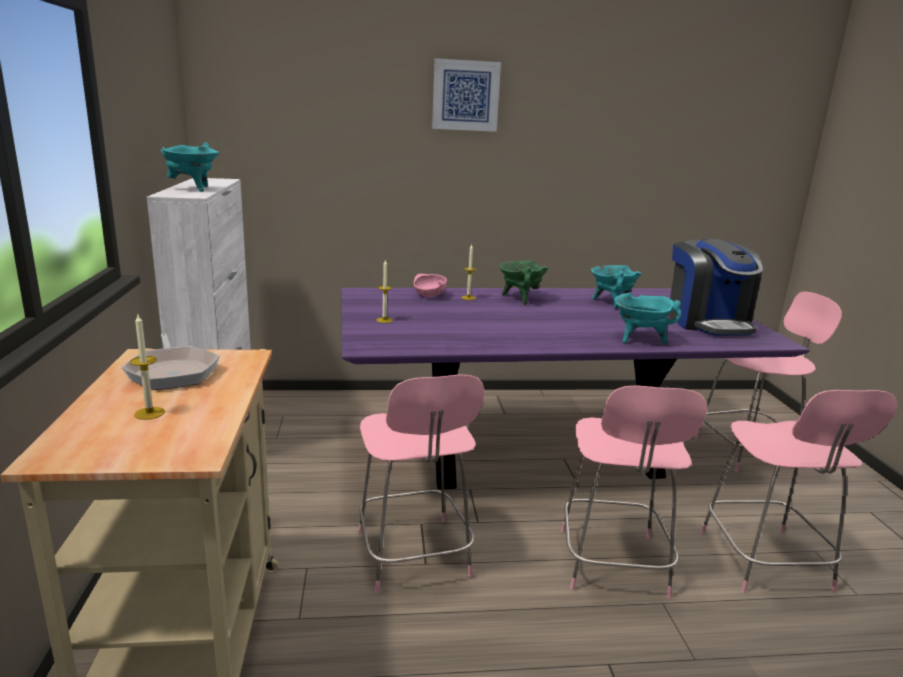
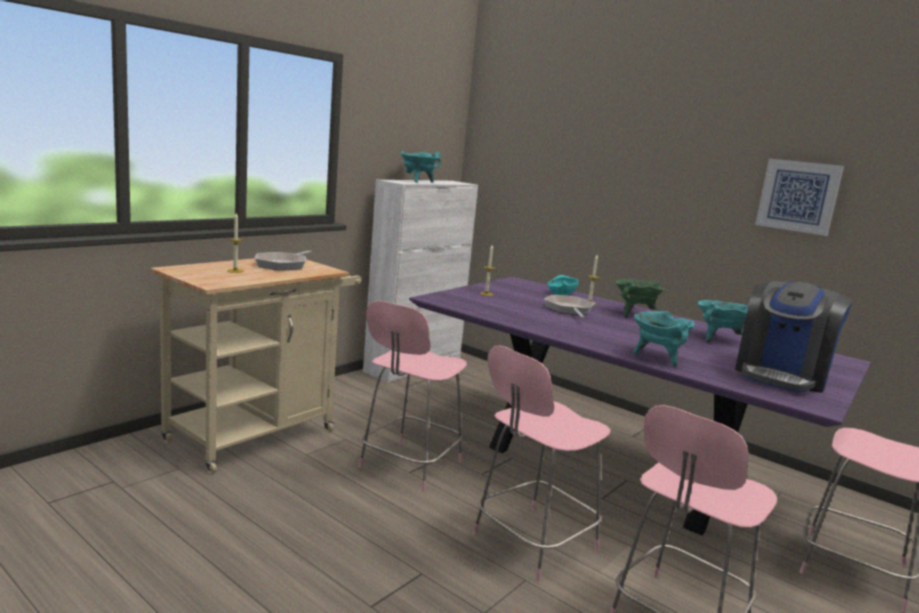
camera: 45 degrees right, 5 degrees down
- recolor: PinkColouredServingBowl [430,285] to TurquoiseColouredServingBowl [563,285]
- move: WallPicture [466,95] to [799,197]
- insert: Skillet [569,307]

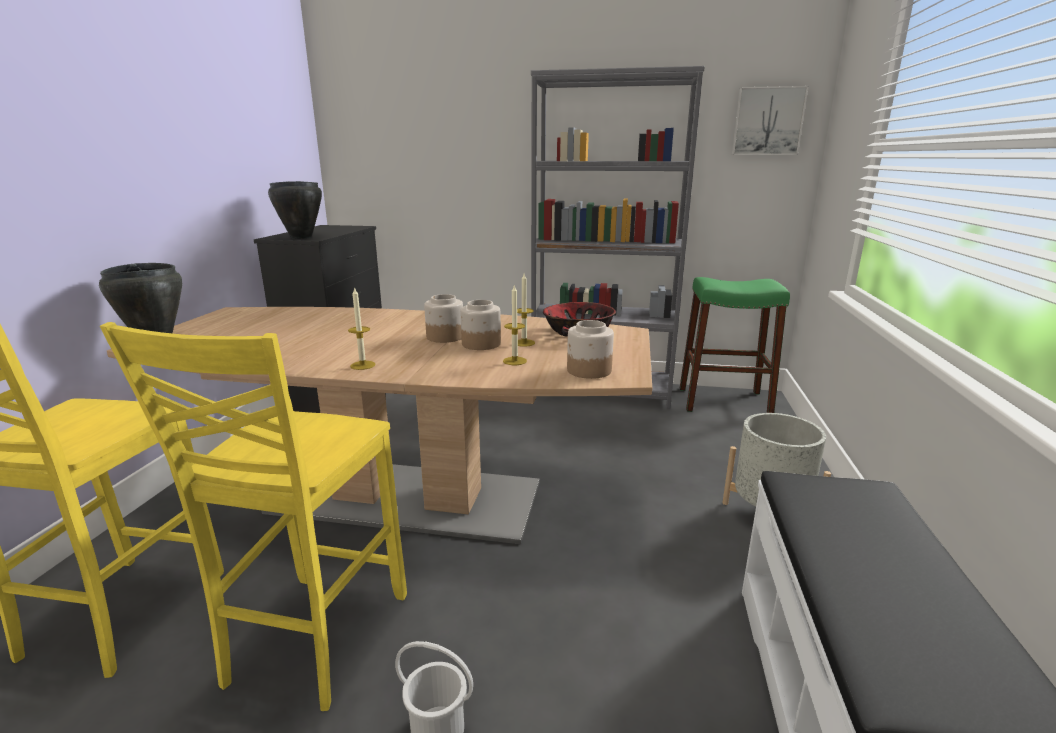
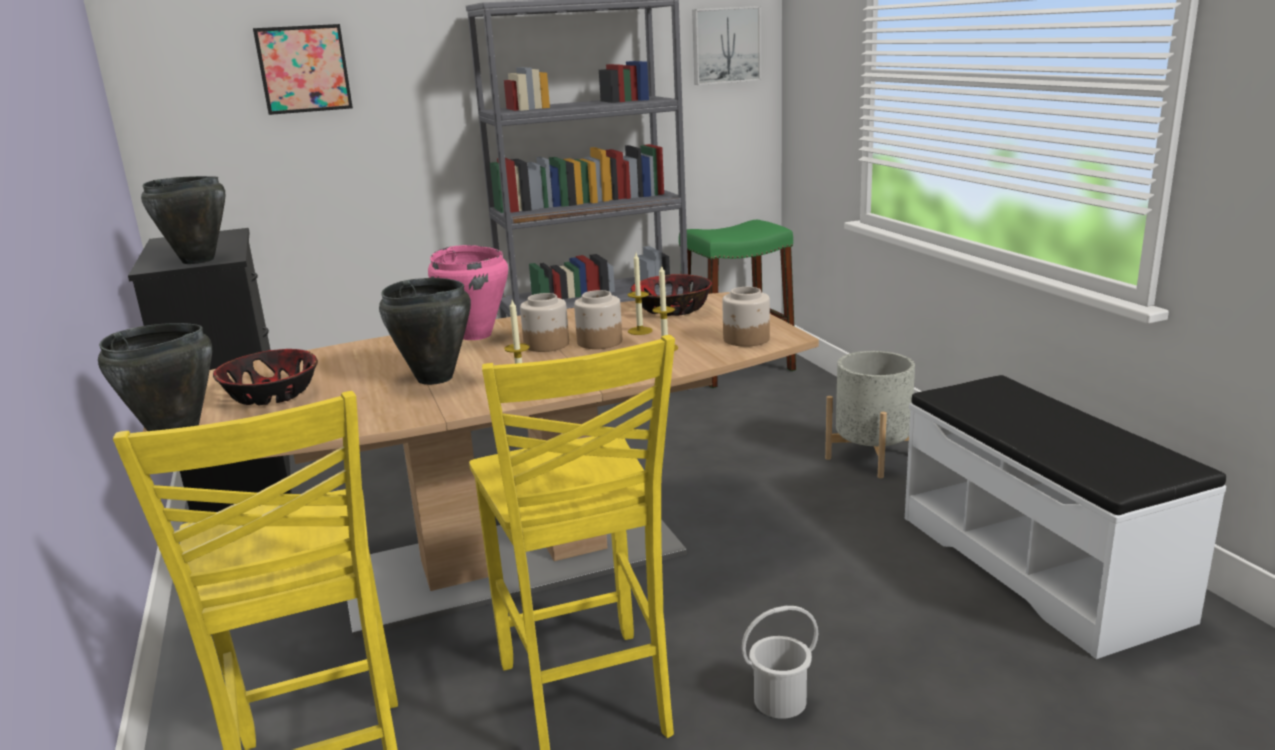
camera: 30 degrees left, 0 degrees up
- insert: ServingBowl [265,377]
- insert: WallPicture [303,69]
- insert: BlackishCookingPot [425,331]
- insert: PinkColouredCookingPot [468,292]

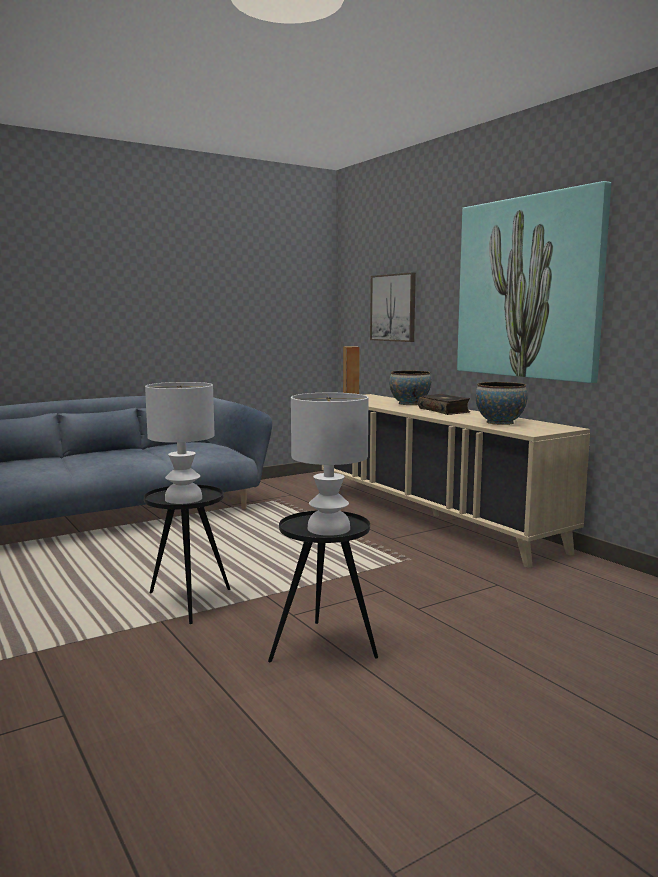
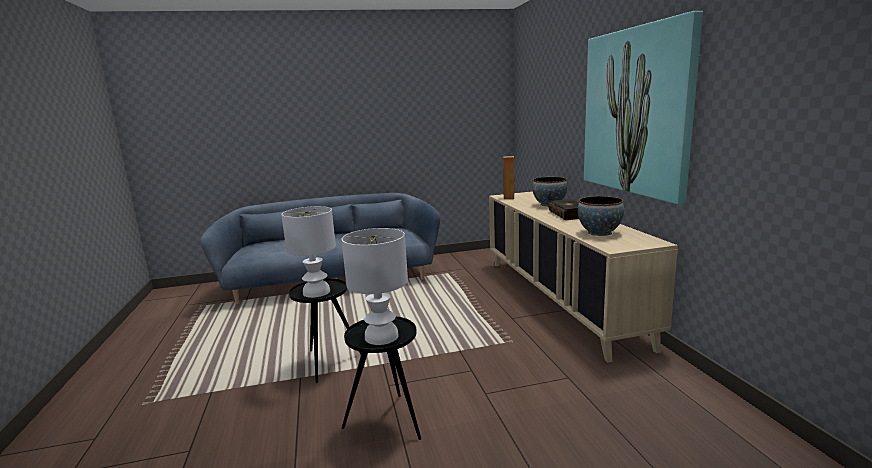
camera: 20 degrees right, 5 degrees up
- delete: WallPicture [393,307]

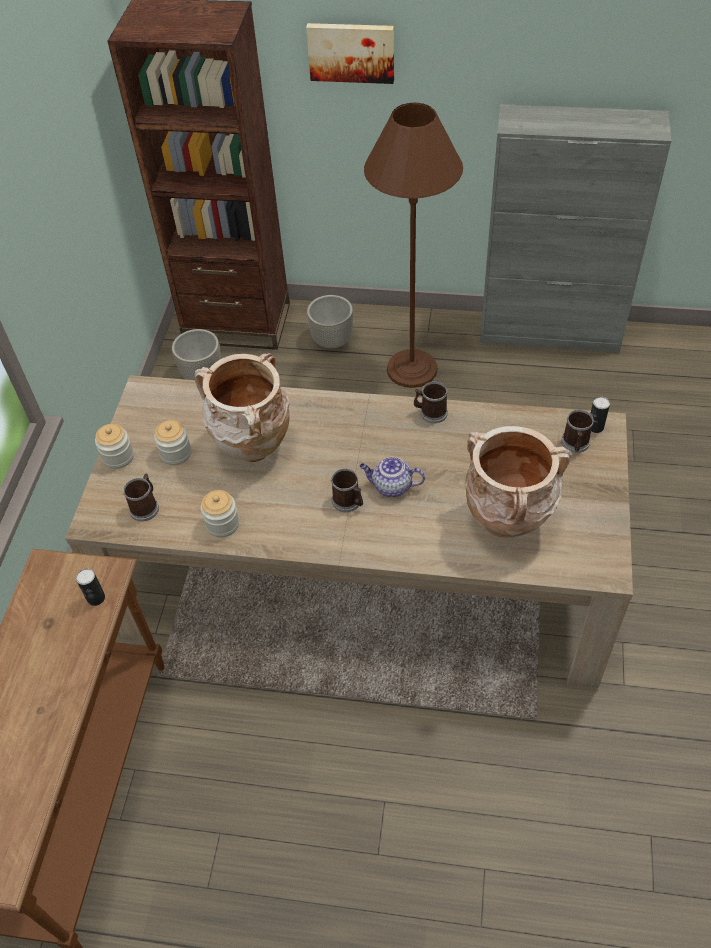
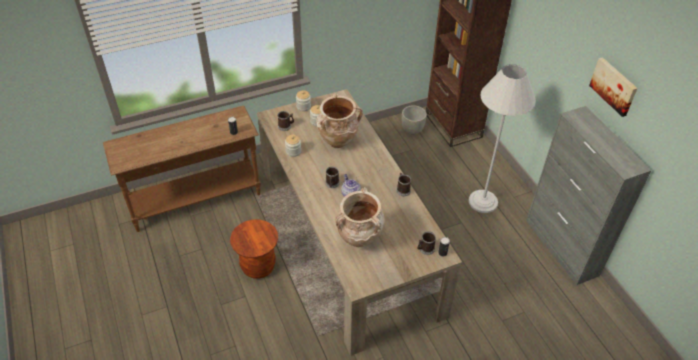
camera: 55 degrees right, 5 degrees down
- move: WallPicture [350,53] to [613,87]
- delete: GreyFlowerPot [330,322]
- recolor: BrownStandardLamp [413,245] to WhiteColouredStandardLamp [502,138]
- insert: BrownSittingStool [254,249]

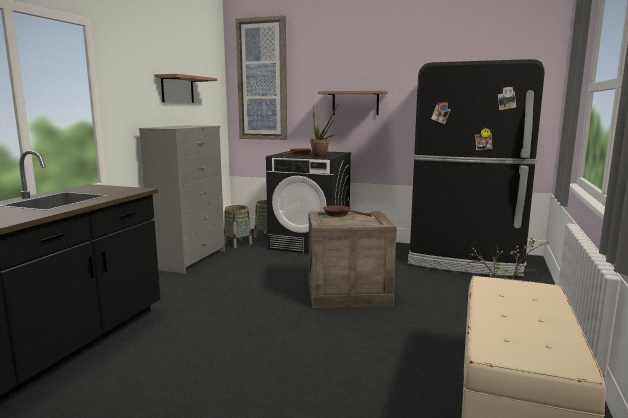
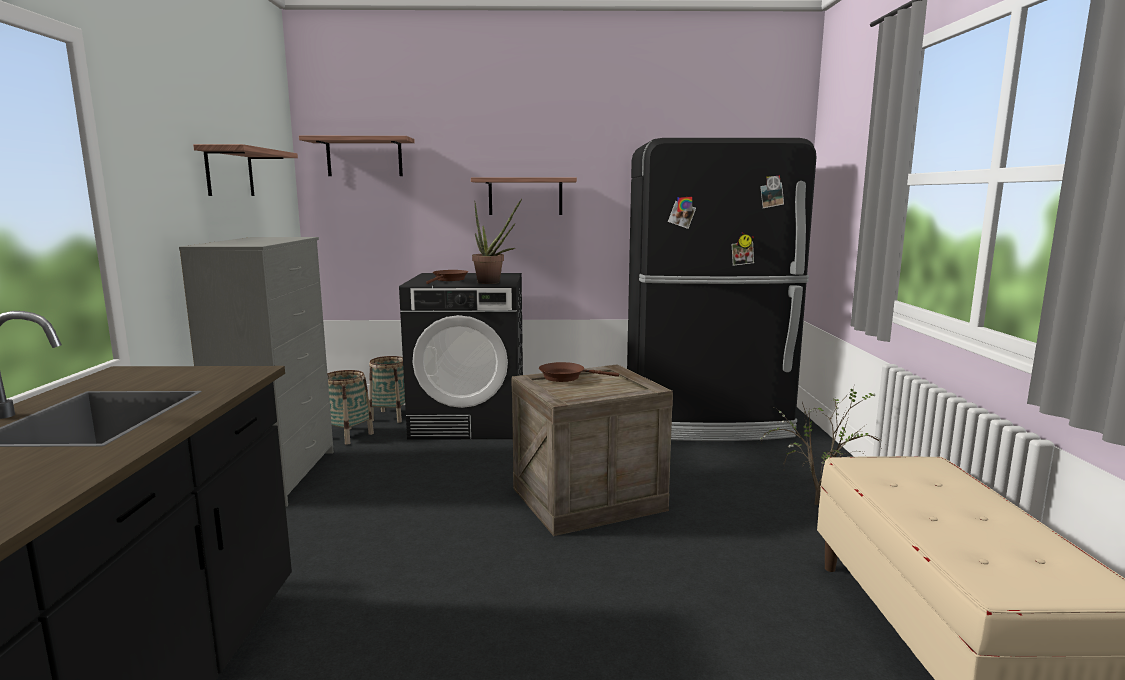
camera: 20 degrees left, 0 degrees up
- replace: WallPicture [261,77] to WallShelf [357,156]

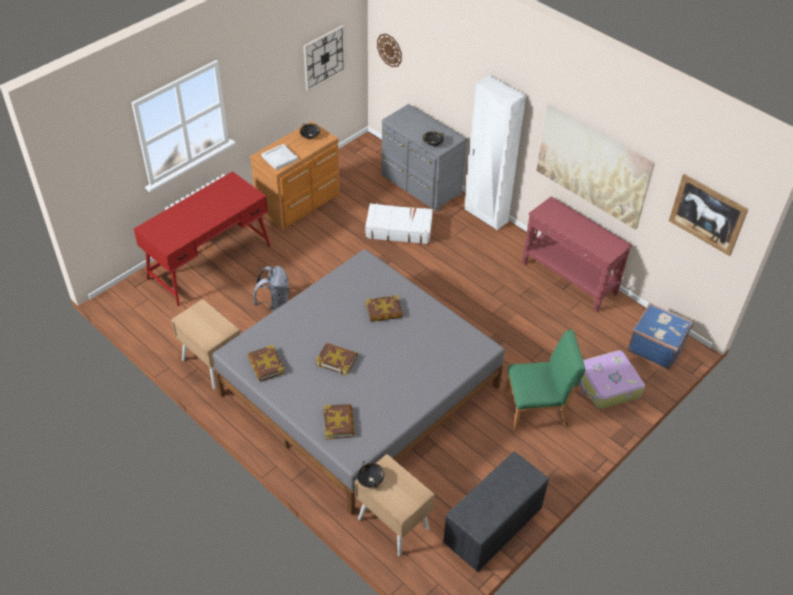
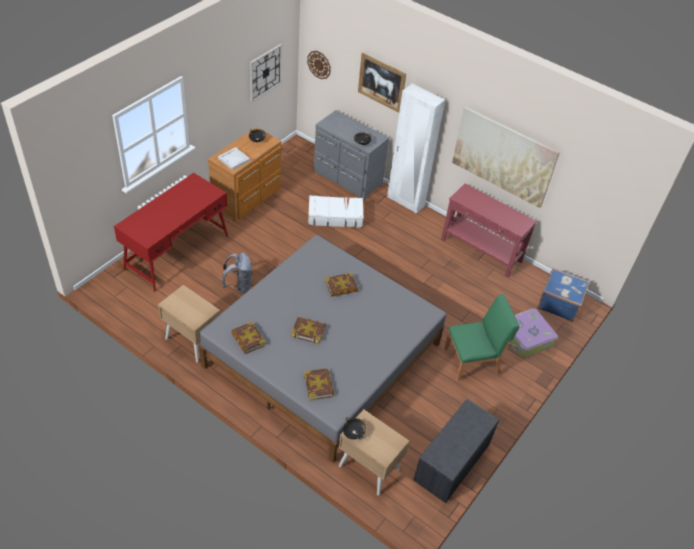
camera: 10 degrees left, 0 degrees up
- move: WallPicture [708,215] to [382,82]

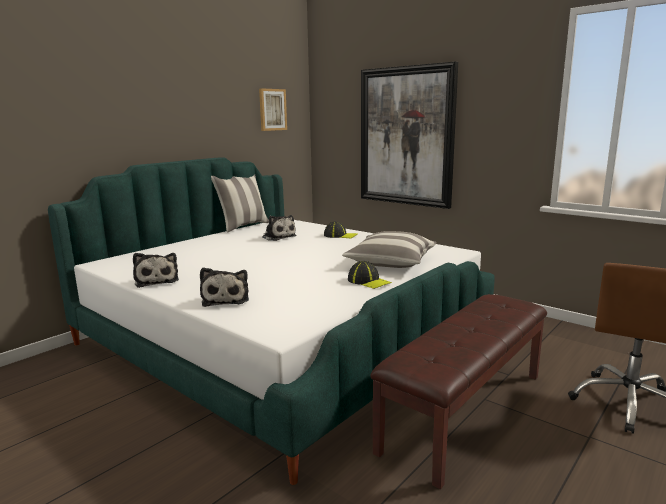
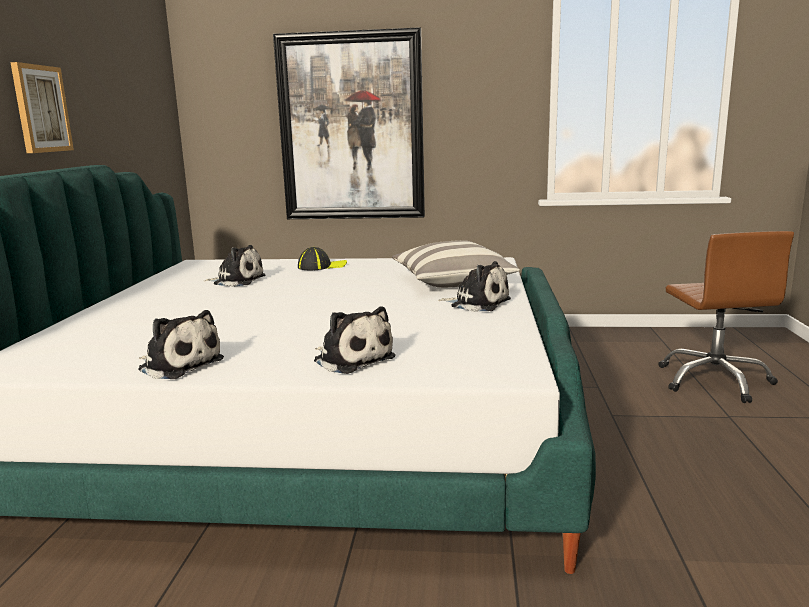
camera: 35 degrees left, 0 degrees up
- delete: Pillow [240,203]
- move: WallPicture [273,109] to [42,107]
- replace: Cap [370,275] to PlushToy [474,286]
- delete: BrownBench [458,391]

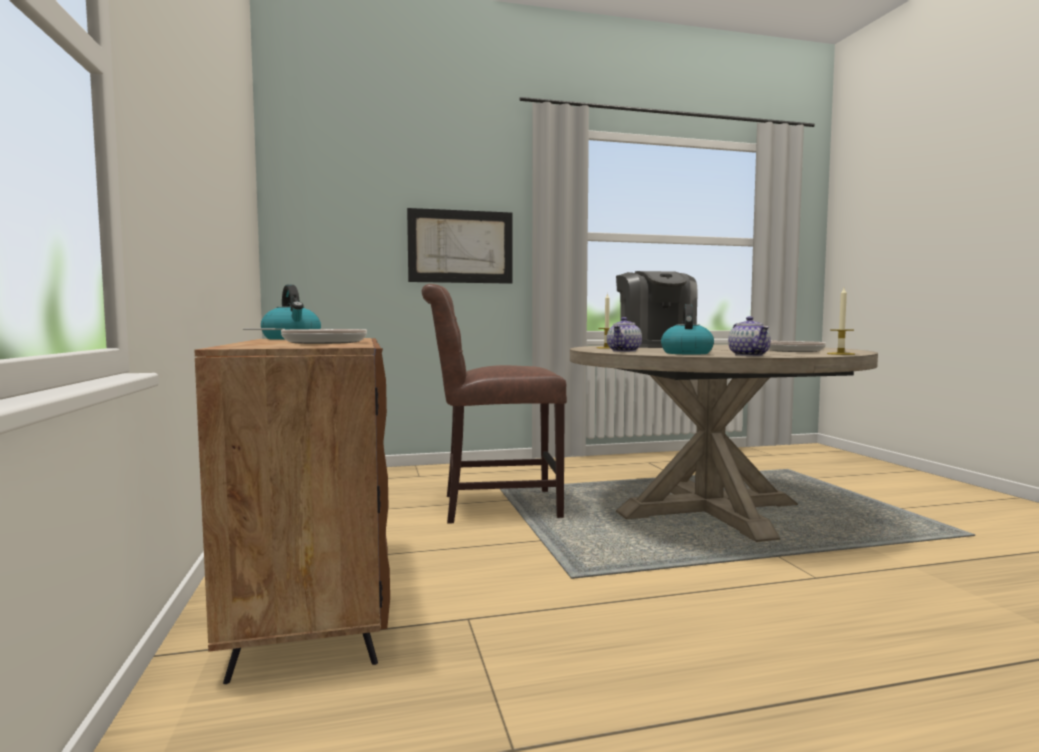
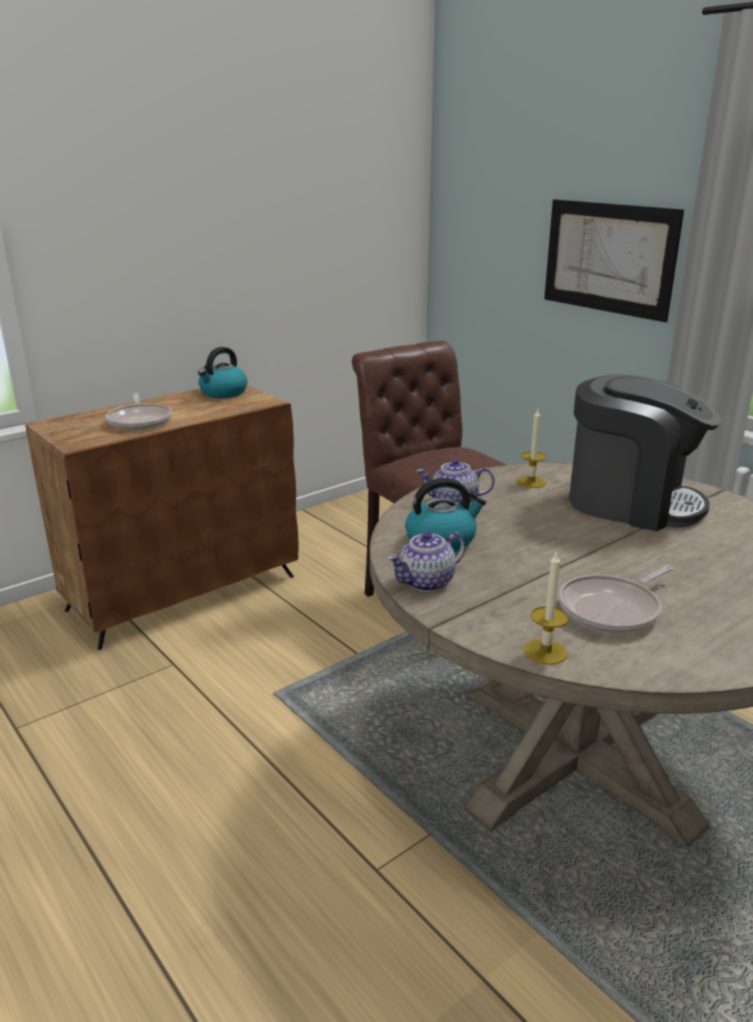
camera: 65 degrees right, 20 degrees up
- rotate: CoffeeMachine [657,309] = [645,452] 120 degrees counterclockwise

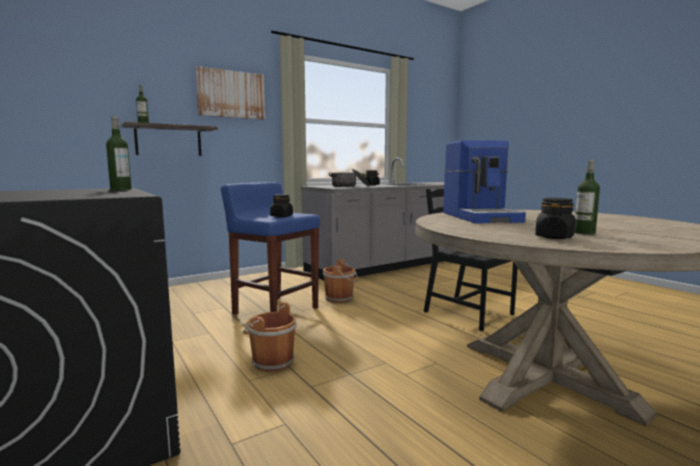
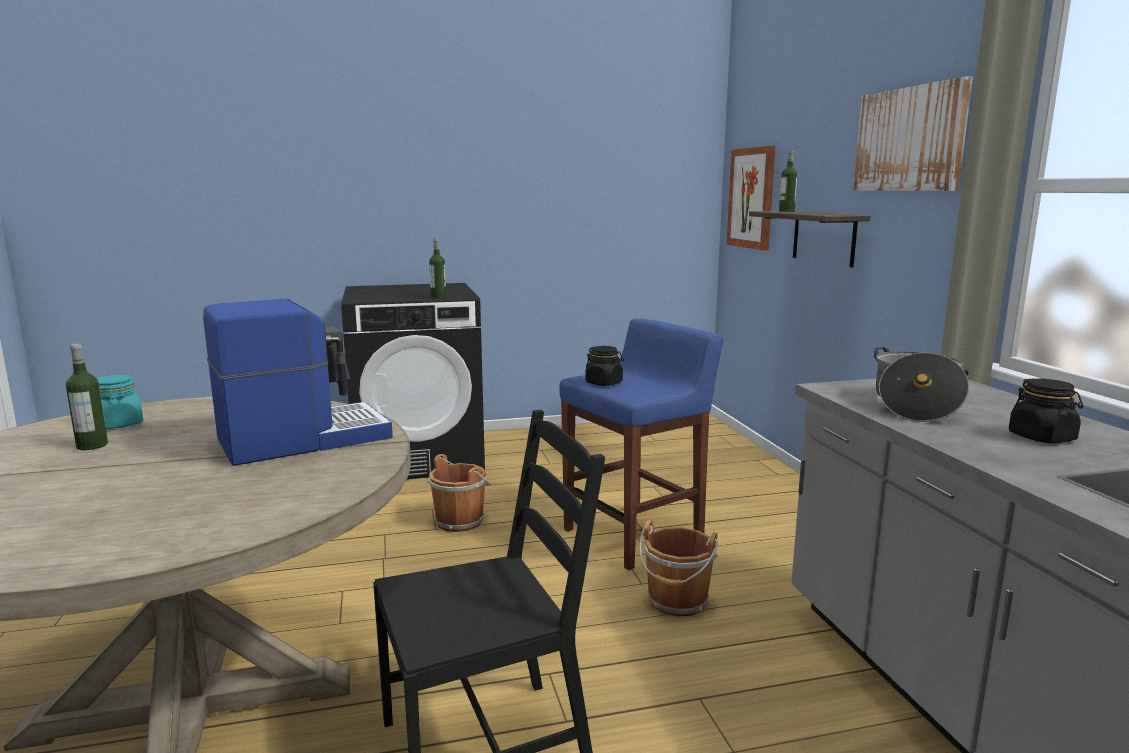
camera: 110 degrees right, 5 degrees up
- rotate: CoffeeMachine [484,182] = [298,382] 135 degrees clockwise
- recolor: BlackishJar [555,218] to TurquoiseColouredJar [120,402]
- insert: WallPicture [751,198]

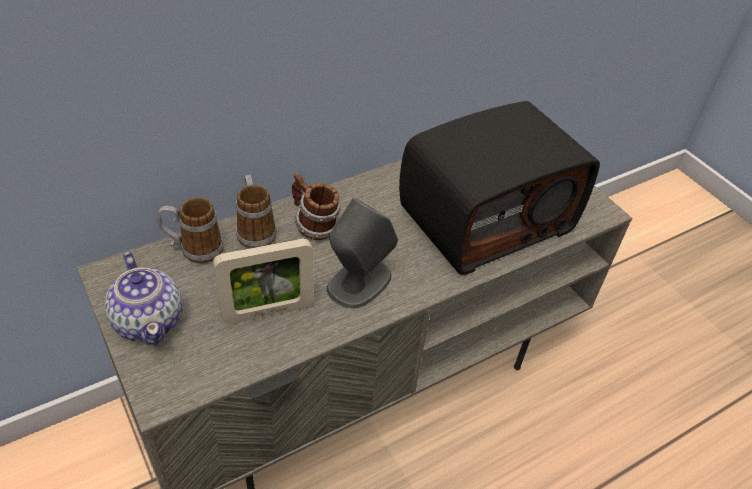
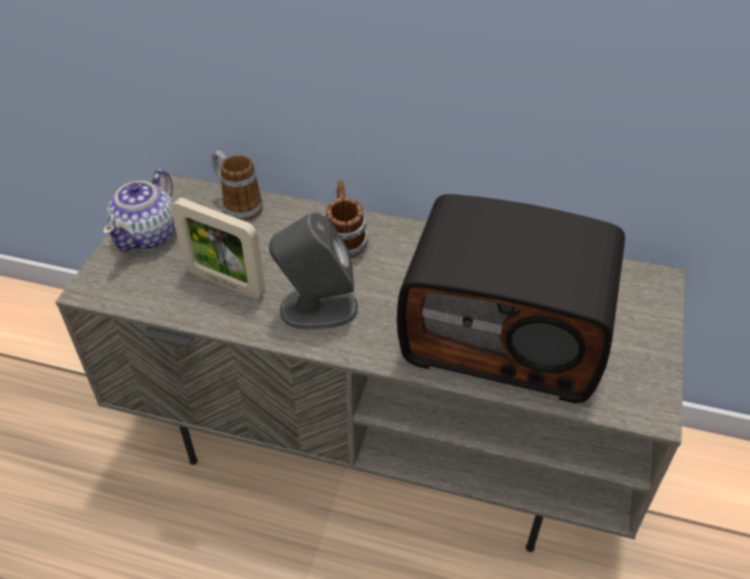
camera: 50 degrees right, 0 degrees up
- delete: TeaMug [256,211]

